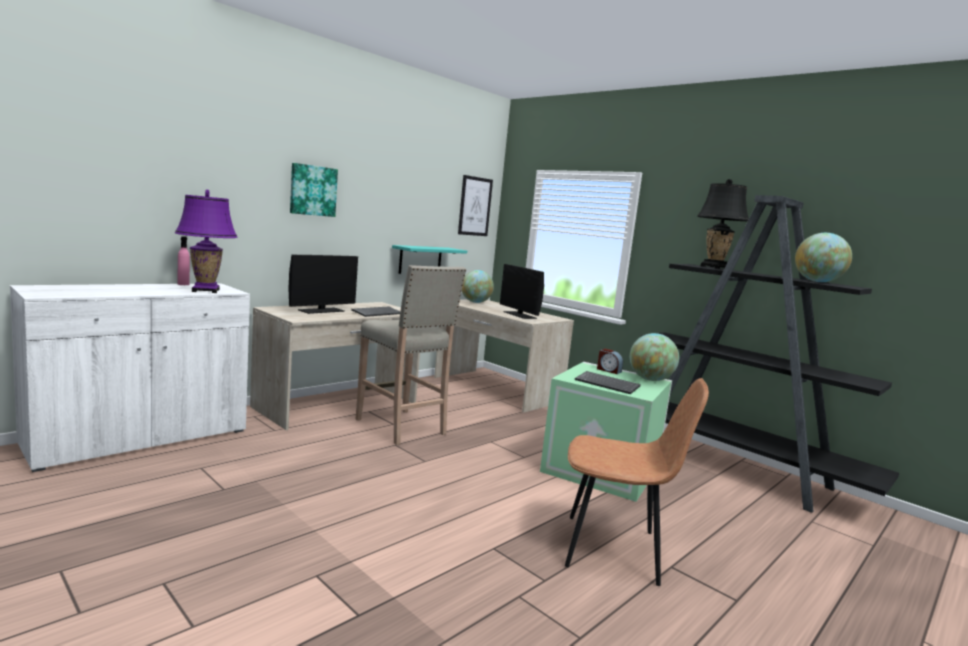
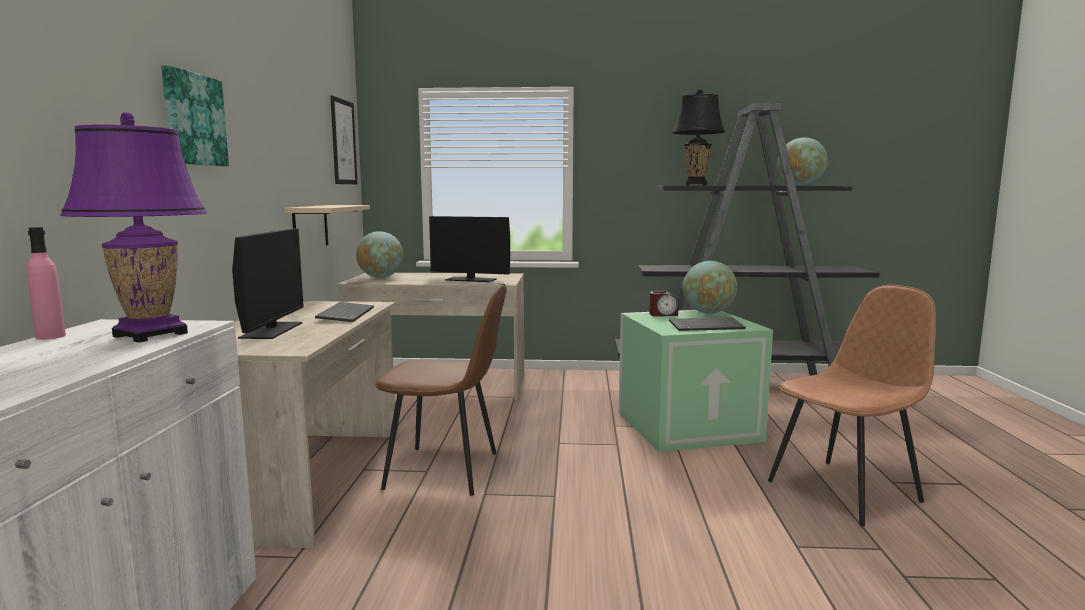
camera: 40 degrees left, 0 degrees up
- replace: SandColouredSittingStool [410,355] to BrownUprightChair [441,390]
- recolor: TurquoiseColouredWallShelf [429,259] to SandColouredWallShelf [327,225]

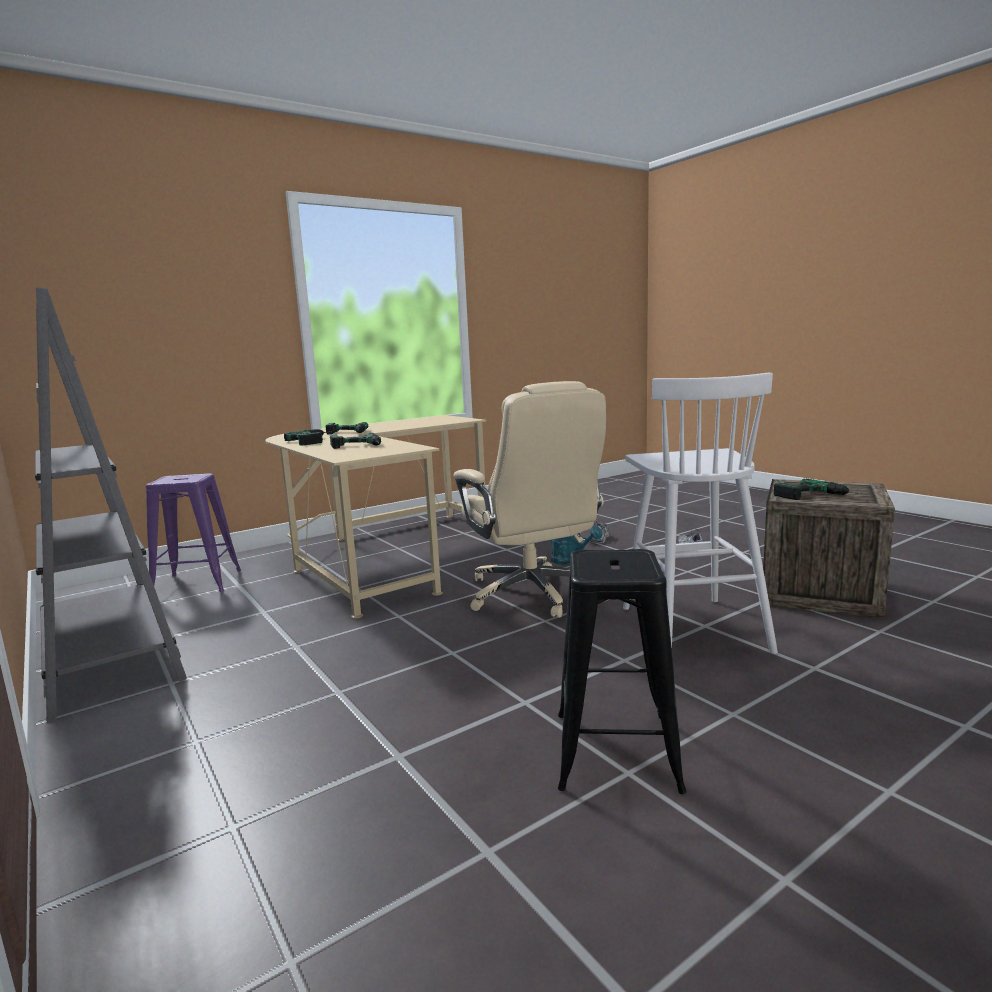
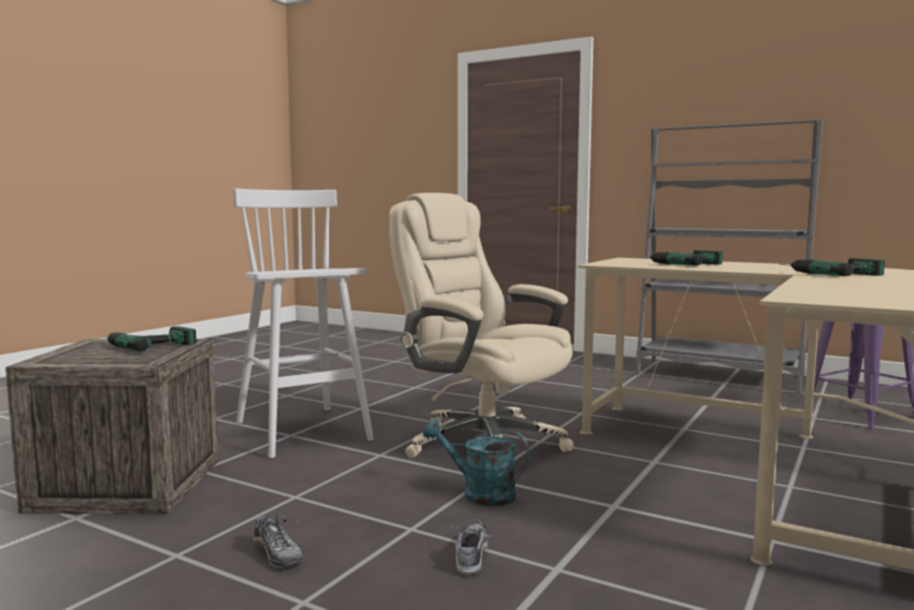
camera: 155 degrees right, 5 degrees down
- delete: ElectricDrill [308,437]
- delete: BlackishSittingStool [622,671]

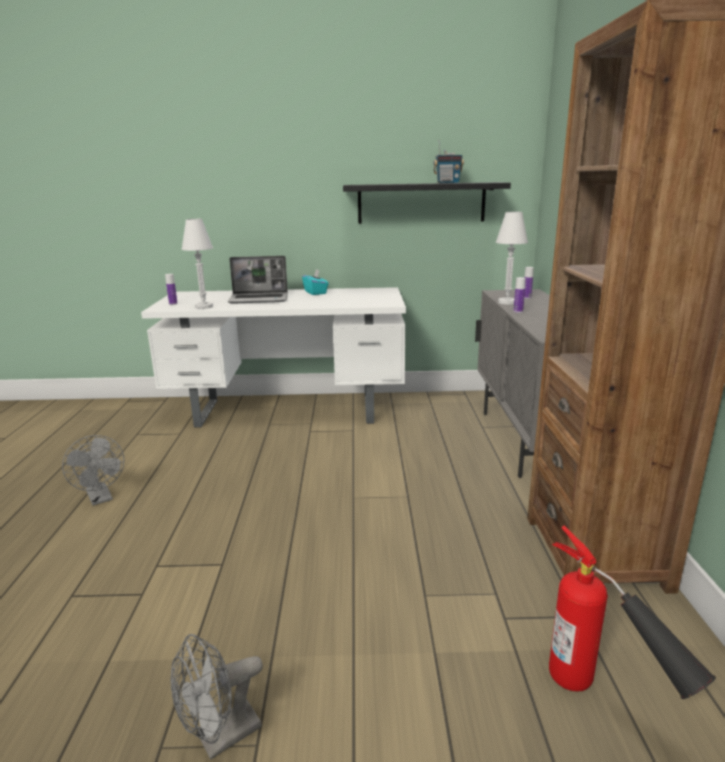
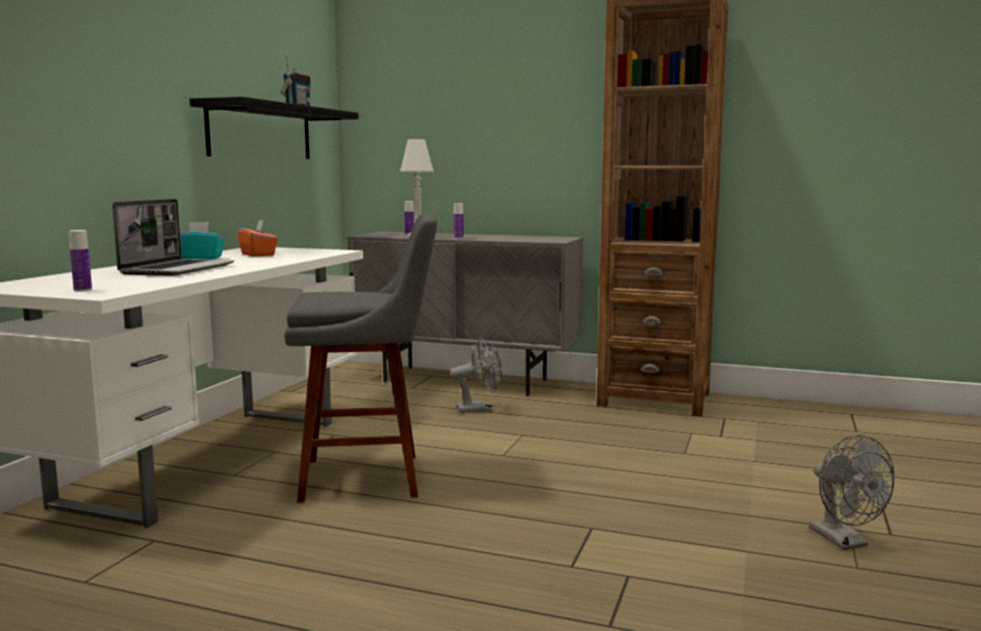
camera: 70 degrees left, 10 degrees down
- move: GreyFan [93,470] to [476,375]
- delete: WhiteColouredLampForATable [197,264]
- delete: Extinguisher [632,612]
- insert: OrangeyTissueBox [257,238]
- insert: GreySittingStool [360,358]

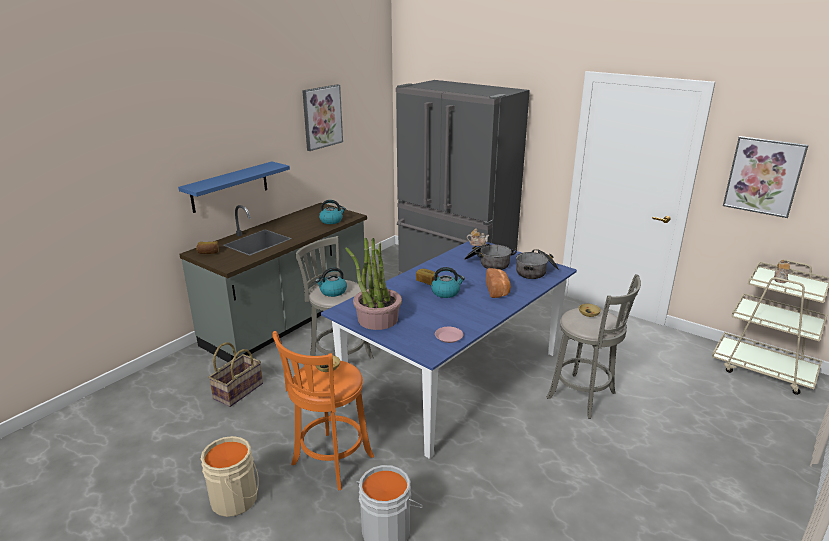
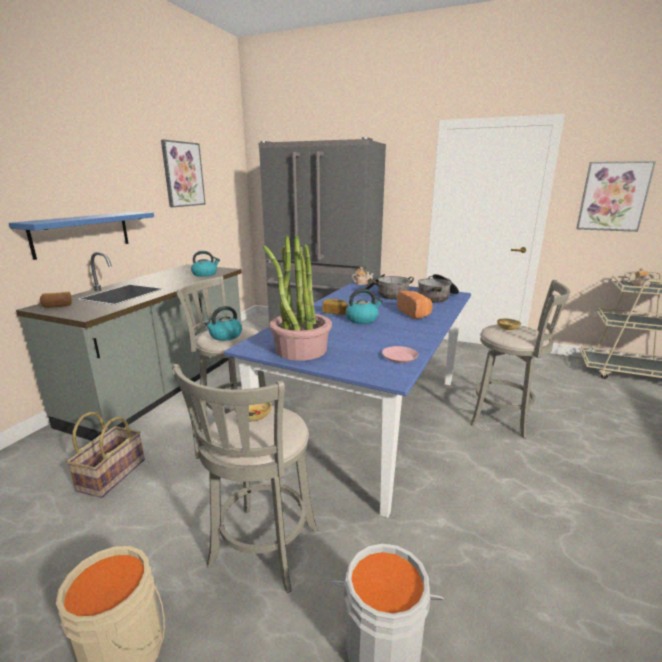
camera: 15 degrees left, 5 degrees down
- recolor: OrangeySittingStool [323,410] to GreySittingStool [245,478]

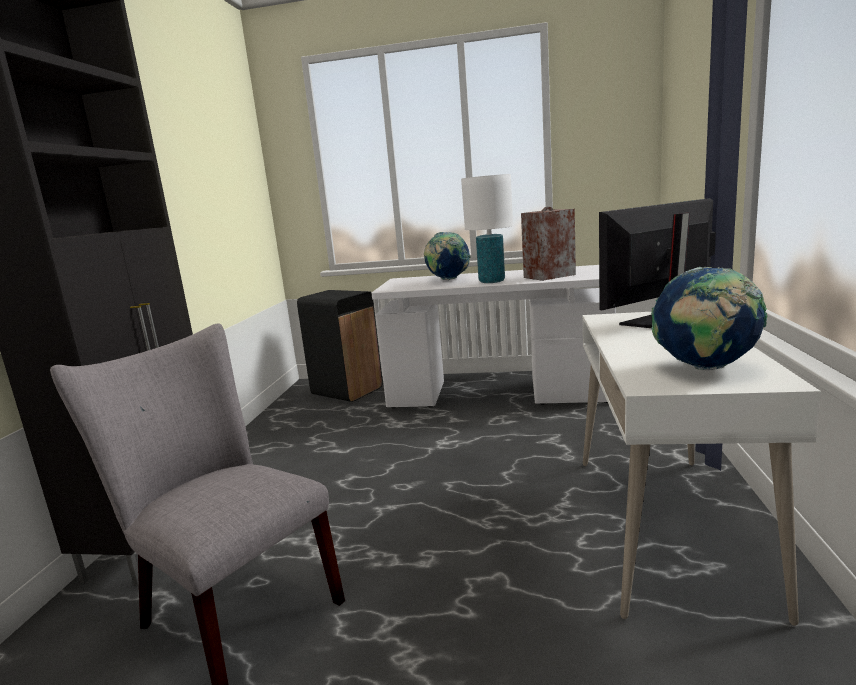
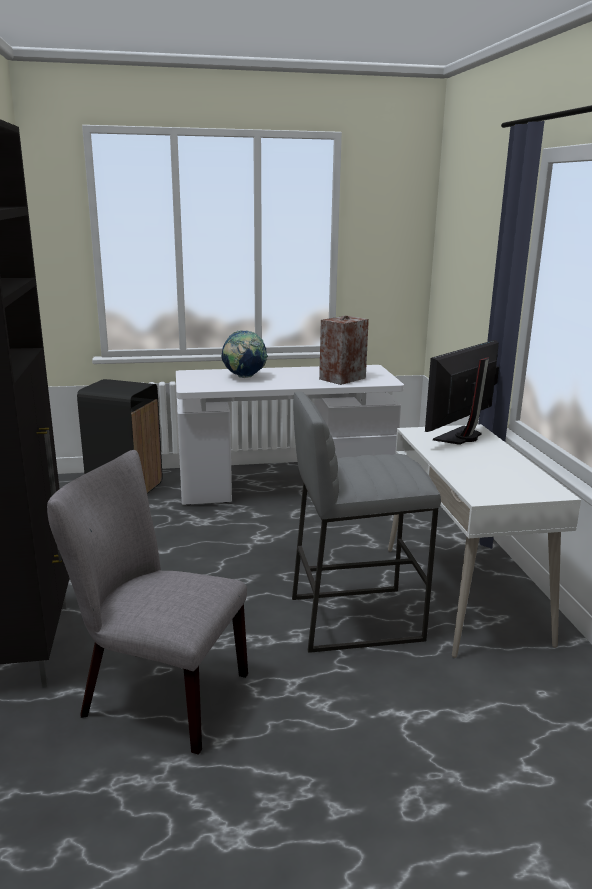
camera: 20 degrees left, 5 degrees up
- delete: WhiteColouredLampForATable [487,228]
- delete: DeskGlobe [709,318]
- insert: GreySittingStool [366,522]

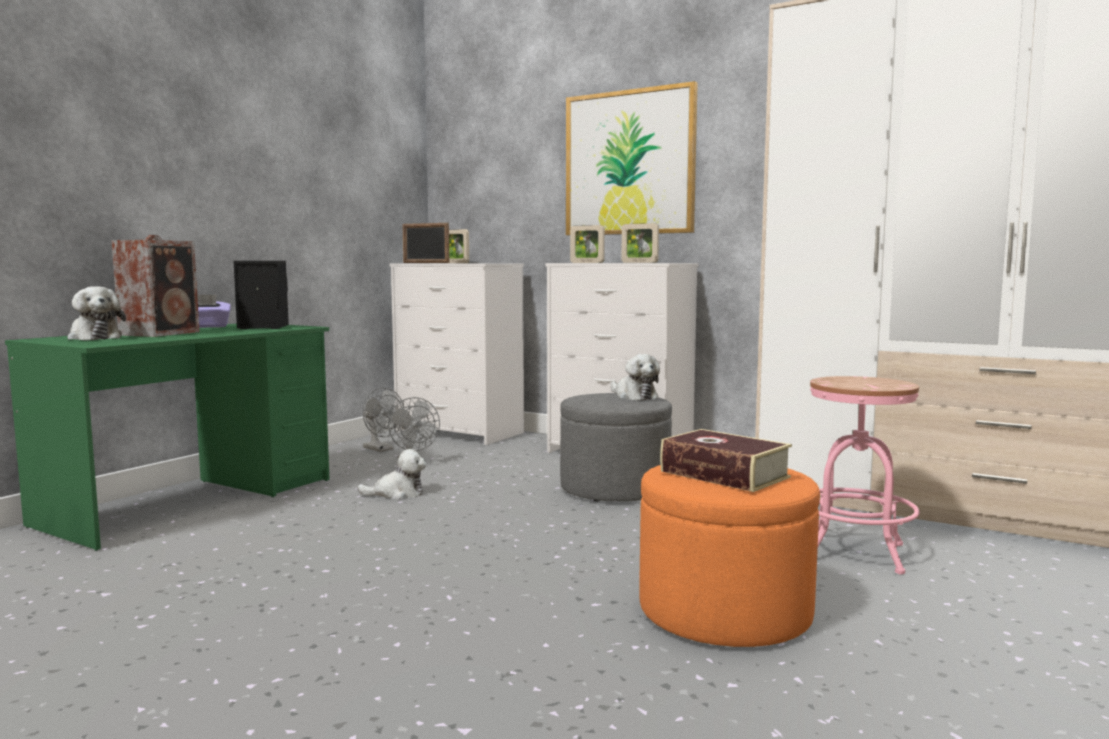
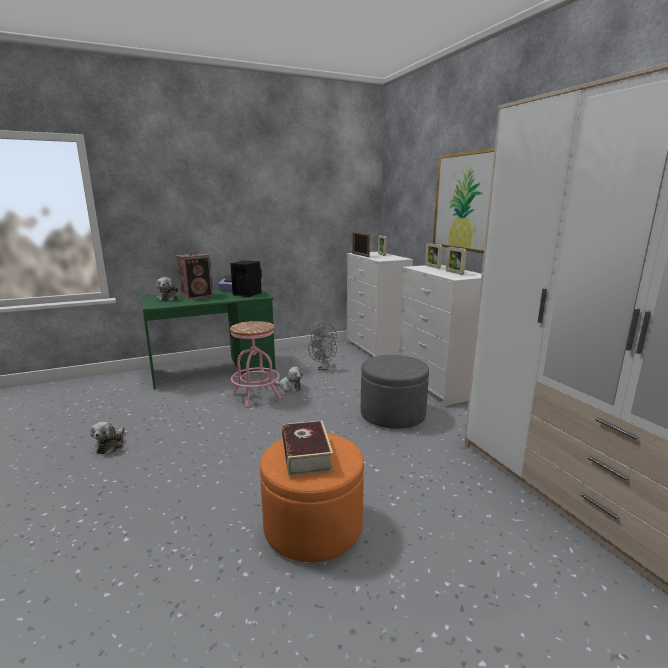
camera: 35 degrees right, 10 degrees up
- move: PlushToy [635,377] to [108,438]
- move: PinkColouredSittingStool [865,475] to [255,364]

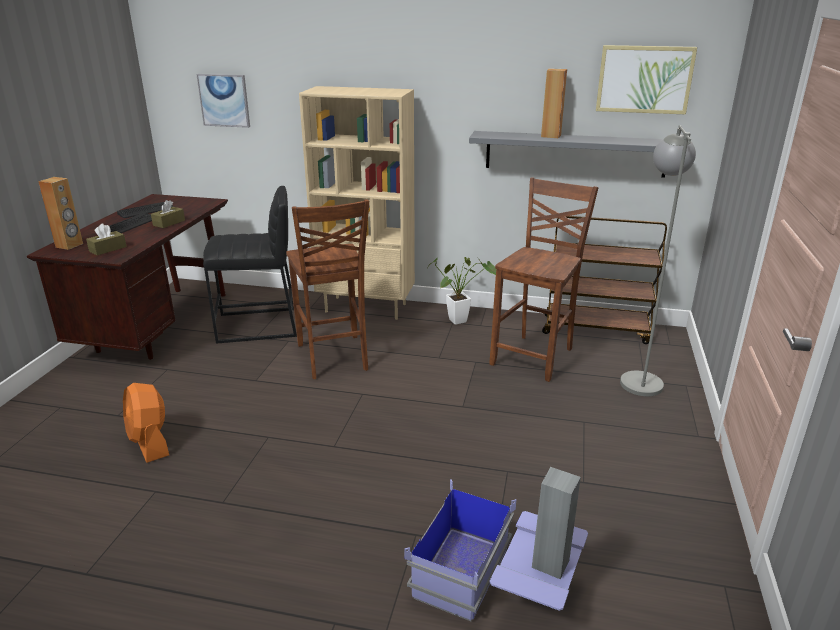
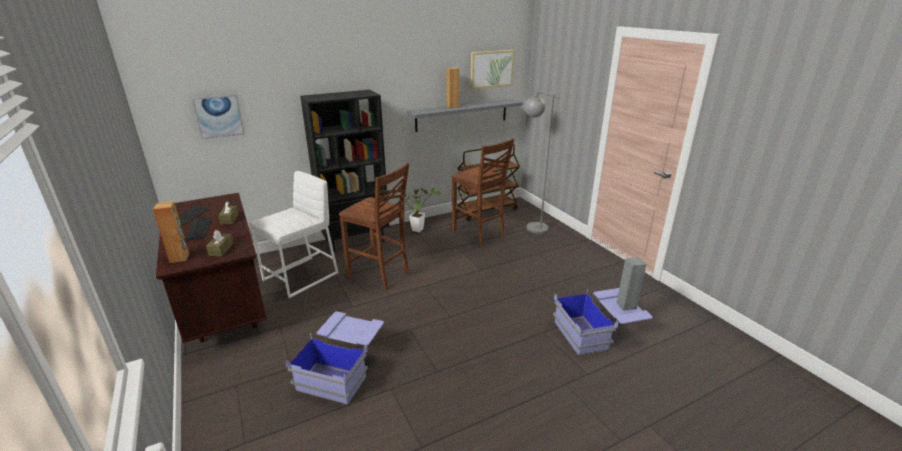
camera: 40 degrees left, 0 degrees up
- replace: OrangeyFan [146,423] to BlueColouredStorageContainer [334,358]
- recolor: BlackishSittingStool [250,265] to WhiteColouredSittingStool [295,234]
- recolor: SandColouredShelvingUnit [357,203] to BlackishShelvingUnit [344,171]
- rotate: BrownUprightChair [544,279] = [483,192] 150 degrees clockwise

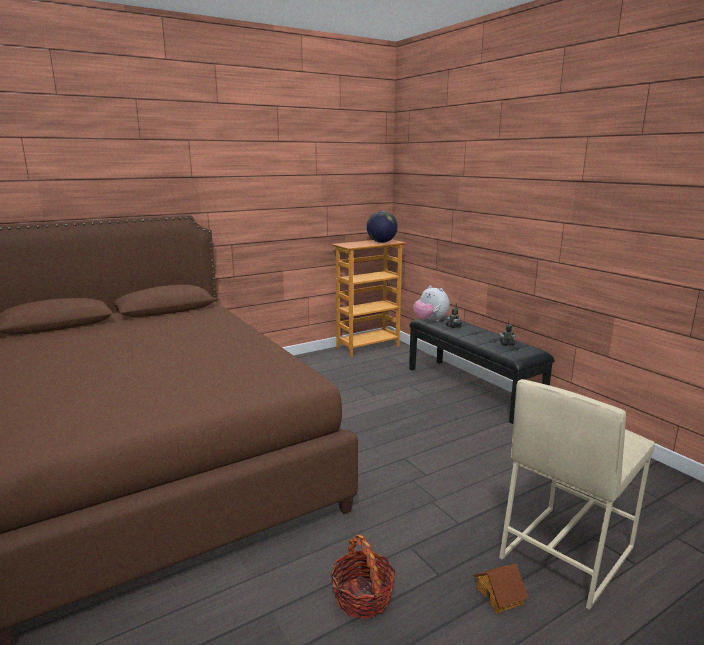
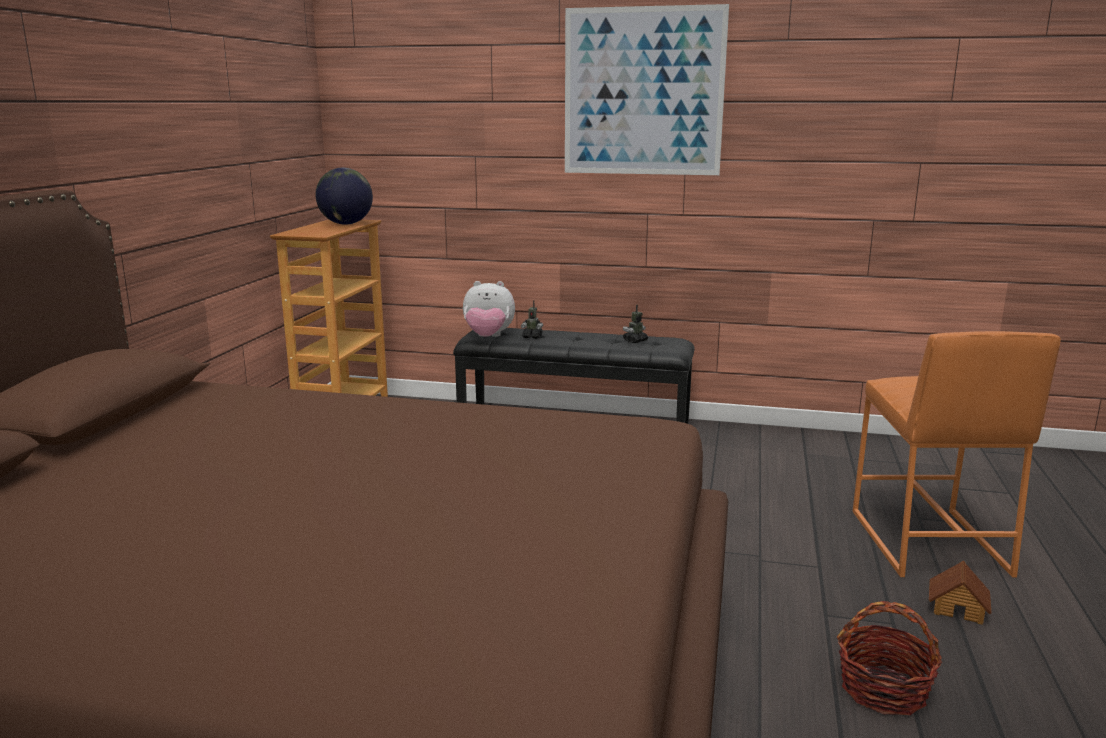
camera: 45 degrees left, 0 degrees up
- recolor: SandColouredSittingStool [577,494] to OrangeySittingStool [957,454]
- insert: WallPicture [647,89]

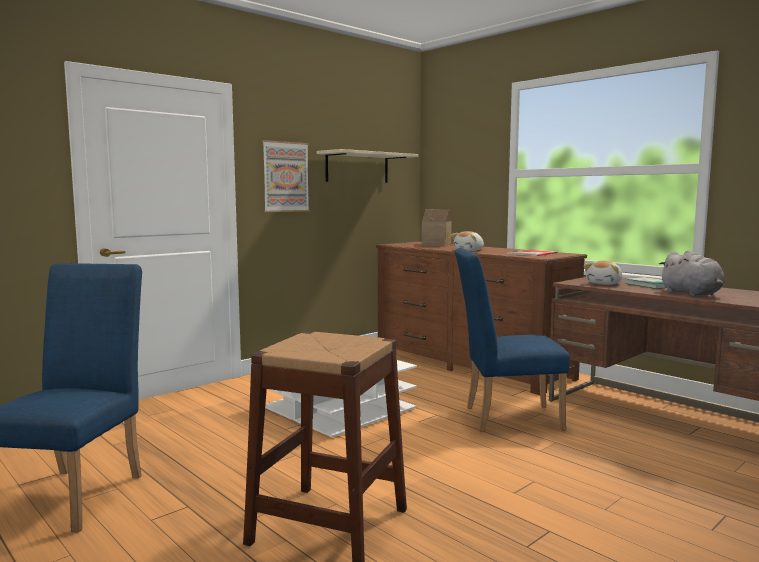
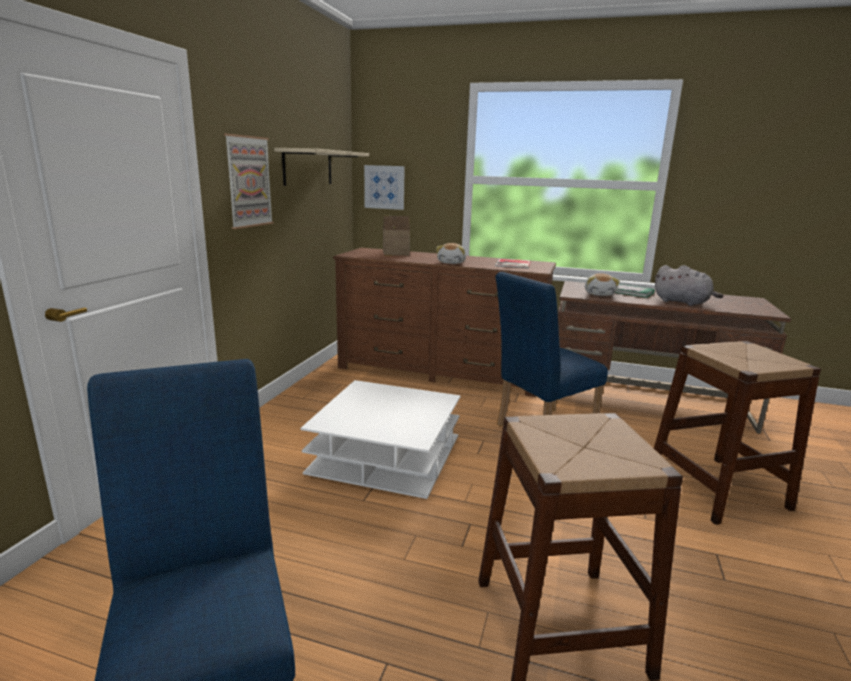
camera: 30 degrees left, 10 degrees up
- insert: WallPicture [384,187]
- insert: BrownSittingStool [737,433]

